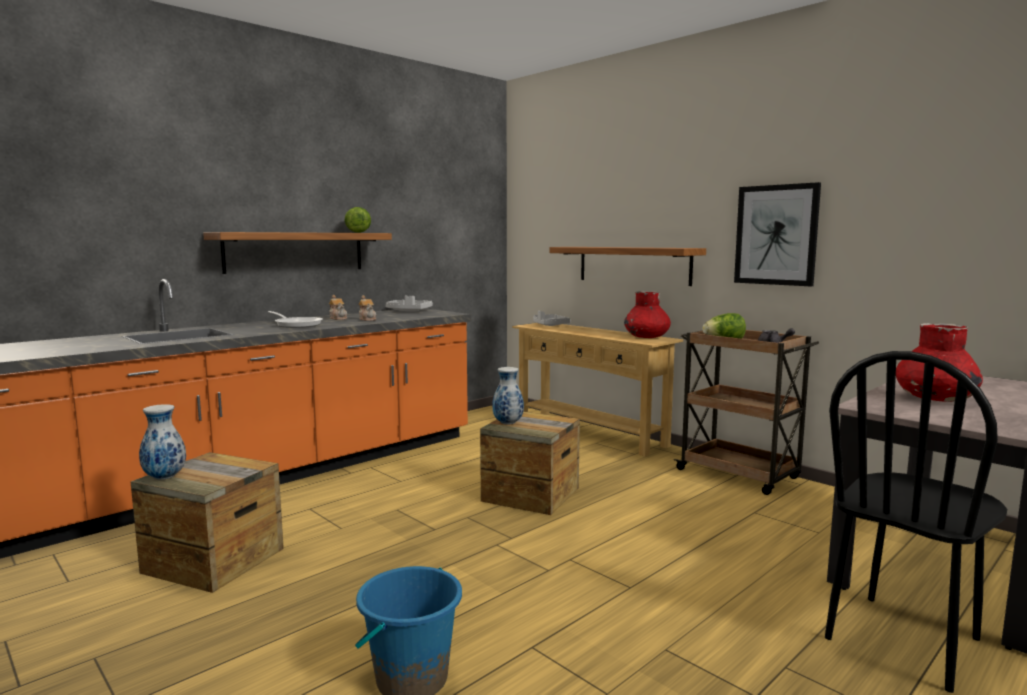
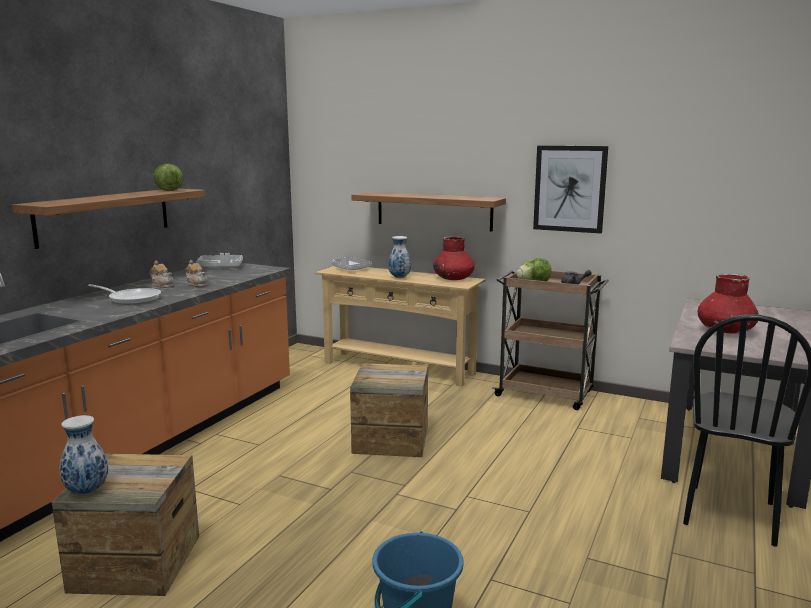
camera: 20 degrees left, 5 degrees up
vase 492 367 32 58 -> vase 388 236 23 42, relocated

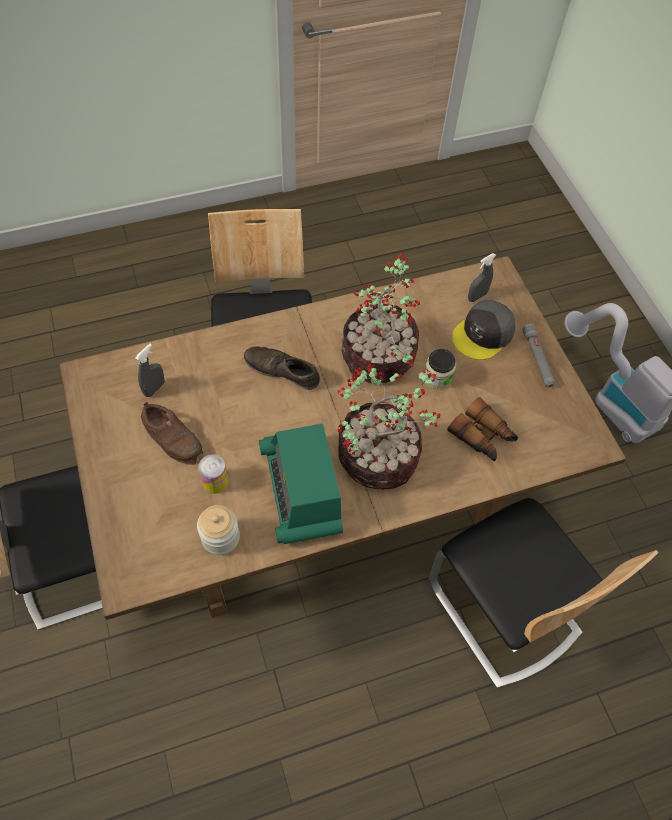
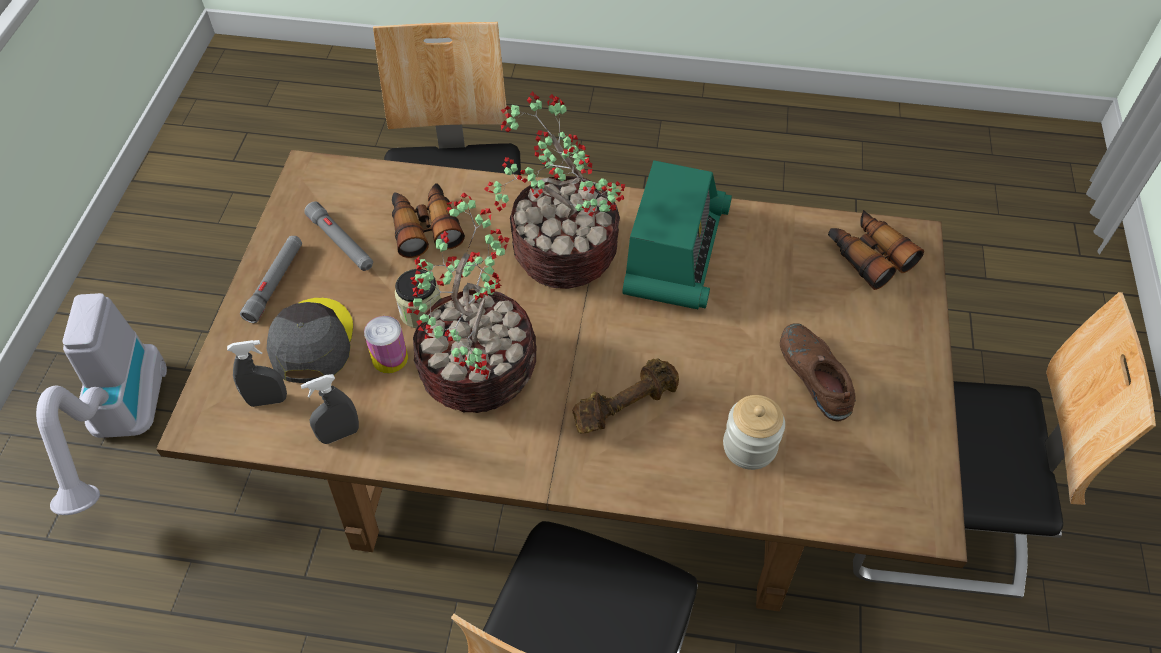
camera: 150 degrees left, 5 degrees down
none -> grey hand torch 304 201 69 70
none -> pair of binoculars 828 210 96 80
grey hand sprayer 135 343 30 54 -> grey hand sprayer 301 374 58 70, relocated
preserve jar 197 505 43 50 -> preserve jar 723 395 62 75, relocated
metal can 198 454 30 40 -> metal can 364 316 44 57, relocated
brownish item of footwear 244 346 76 44 -> brownish hand weight 572 358 107 76
grey peaked cap 452 300 63 60 -> grey peaked cap 267 298 86 85, 75 degrees counterclockwise

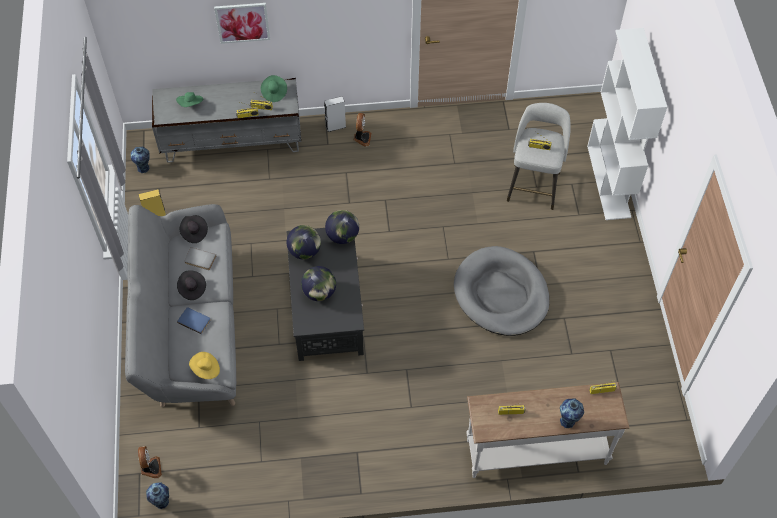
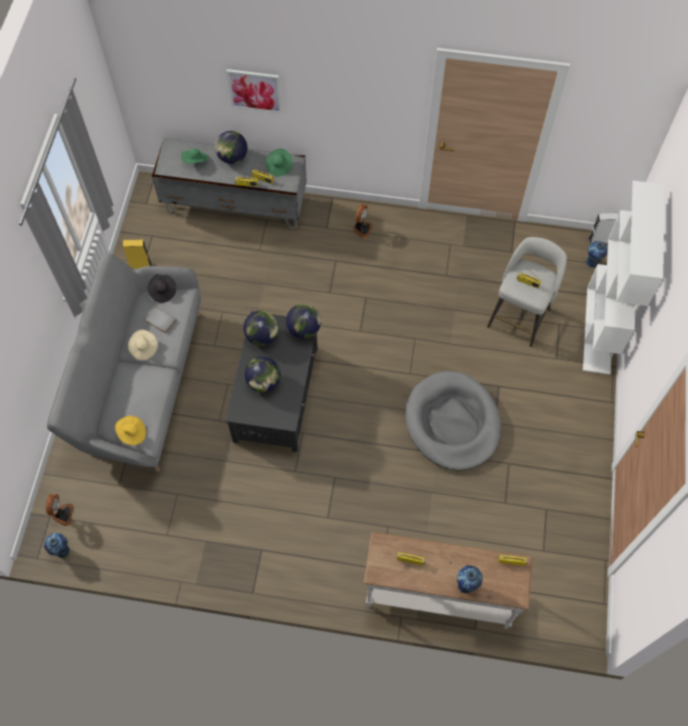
camera: 15 degrees right, 5 degrees up
blue-coloured volume 177 307 34 27 -> none
none -> desk globe 215 131 32 33
vase 131 147 19 26 -> vase 586 241 22 26, relocated
grey speaker 324 96 22 36 -> grey speaker 588 213 30 31, relocated
black-coloured clothing hat 177 270 29 30 -> beige clothing hat 128 330 30 30

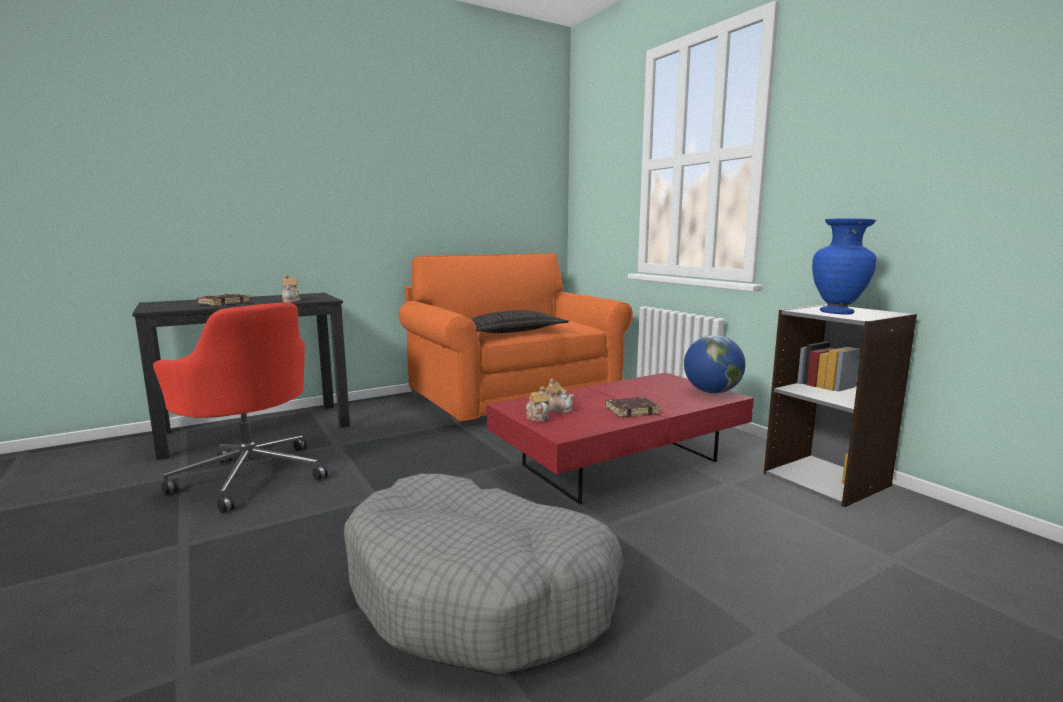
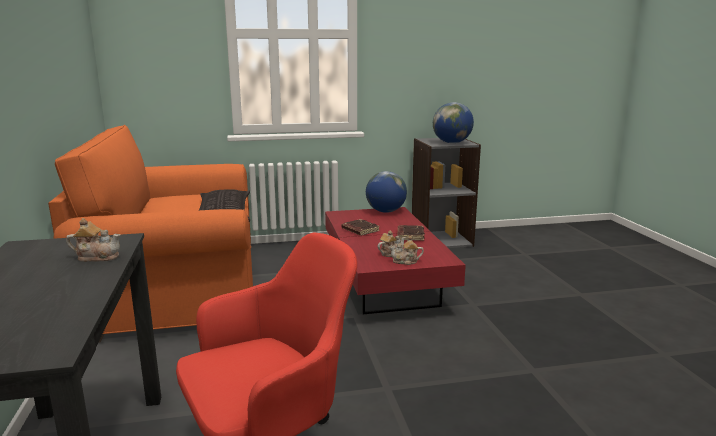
camera: 70 degrees left, 5 degrees up
grey pet bed 344 474 279 200 -> none
brownish volume 197 294 53 12 -> brownish volume 341 219 39 17, relocated
blue-coloured vase 812 218 65 97 -> desk globe 433 102 41 41

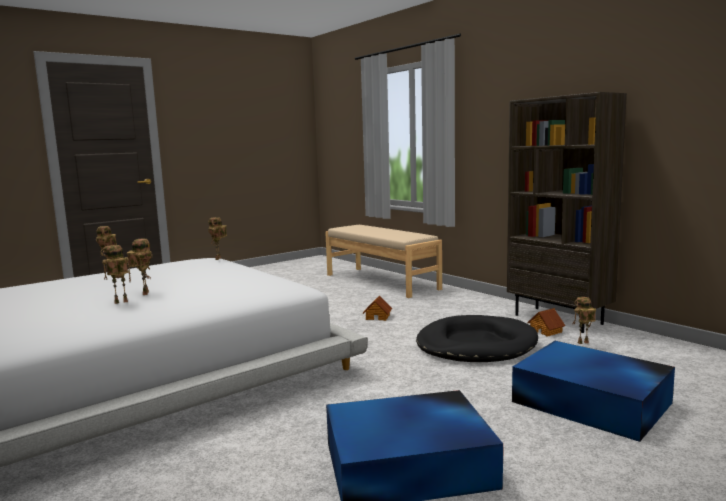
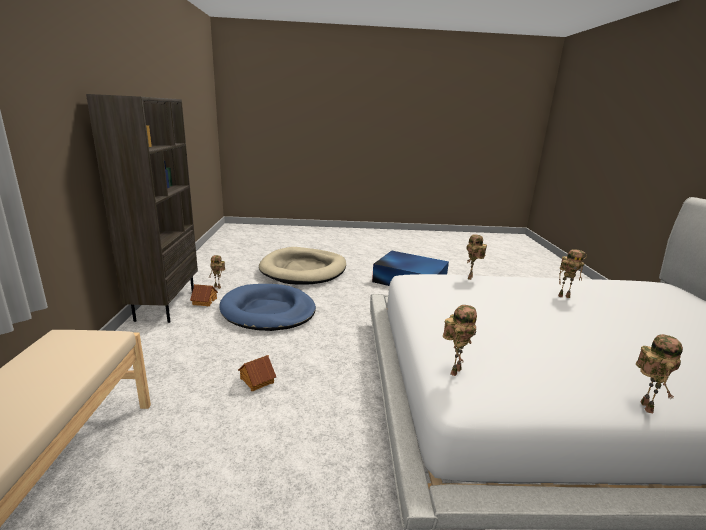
camera: 145 degrees left, 10 degrees up
robot figure 127 239 25 56 -> robot figure 466 234 21 46, relocated
blue-coloured storage bin 512 341 163 101 -> beige pet bed 259 247 87 38
black-coloured pet bed 416 315 122 47 -> blue-coloured pet bed 219 284 97 47

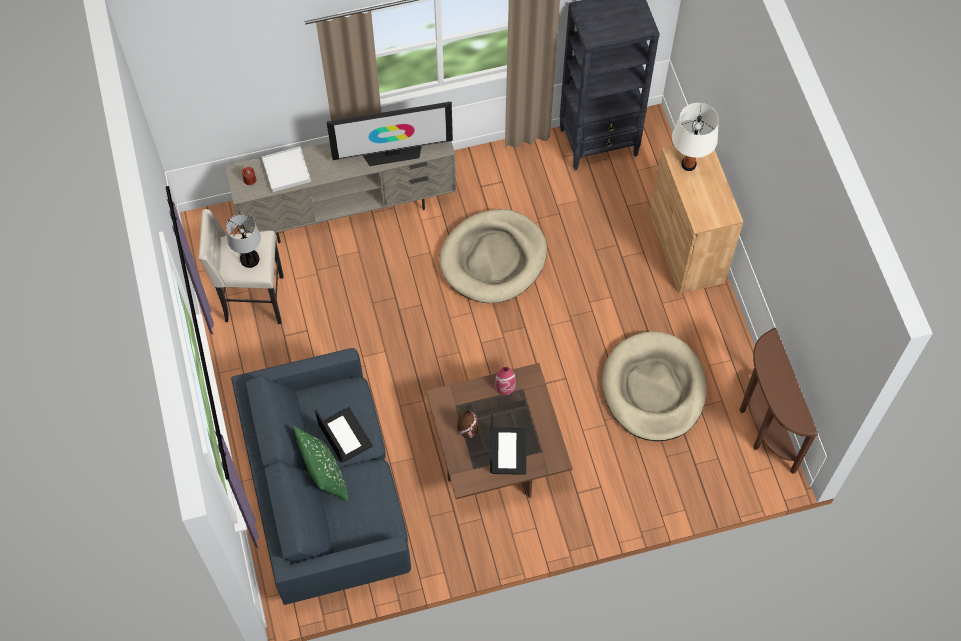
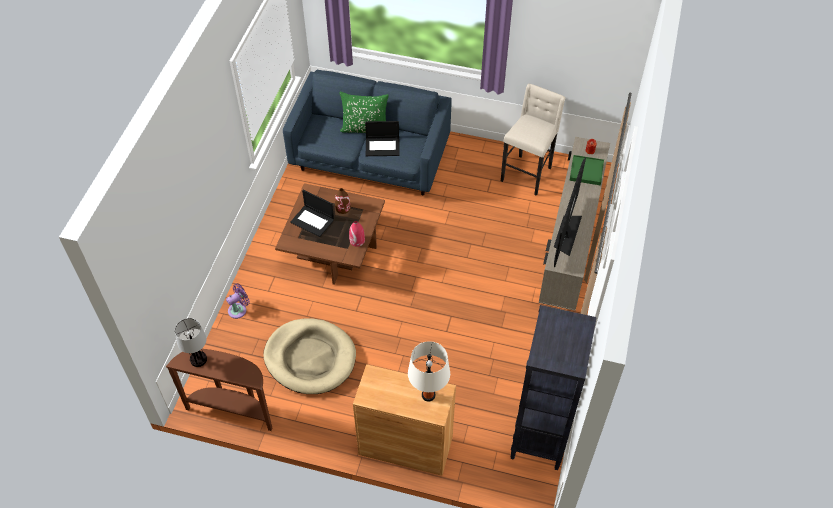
camera: 120 degrees right, 10 degrees down
beige pet bed 439 209 108 94 -> none
none -> purple-coloured cooling fan 226 283 24 36
lamp for a table 226 214 35 54 -> lamp for a table 175 318 32 49, relocated
whitish tray 262 146 49 46 -> greenish tray 569 155 35 30

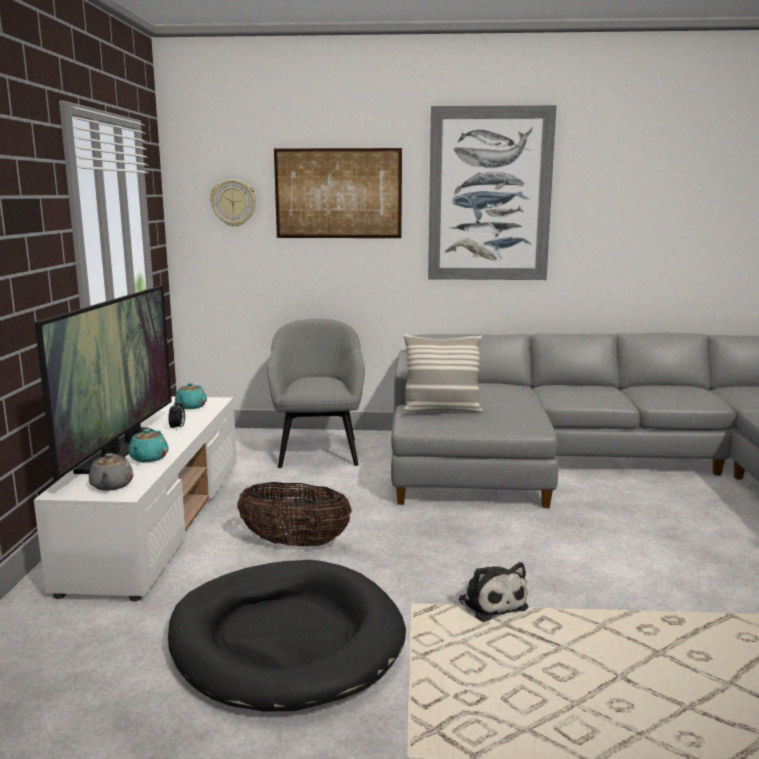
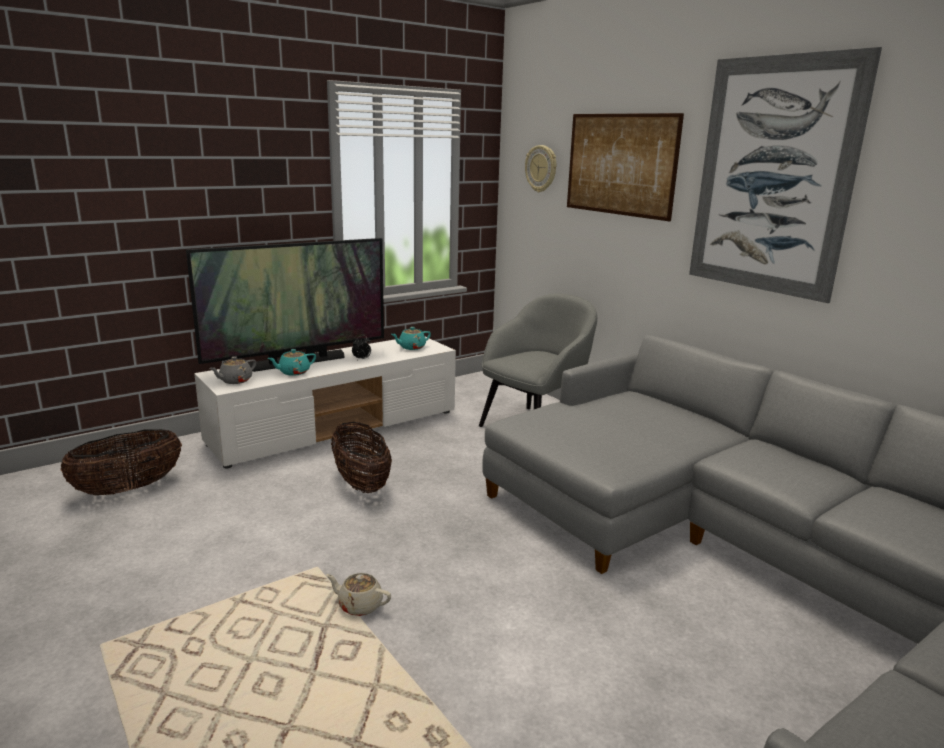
camera: 50 degrees right, 5 degrees up
black-coloured pet bed 168 560 238 152 -> none
cushion 402 334 81 80 -> none
none -> storage basket 60 429 122 66
soft toy 458 562 70 60 -> beige pot for tea 326 573 65 43

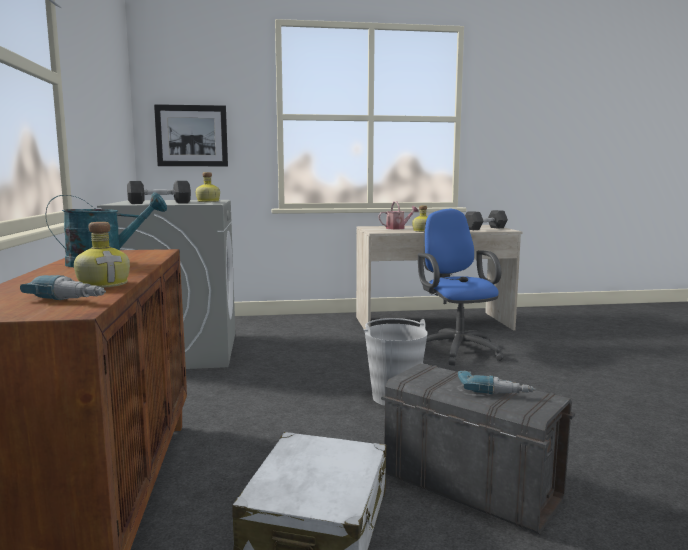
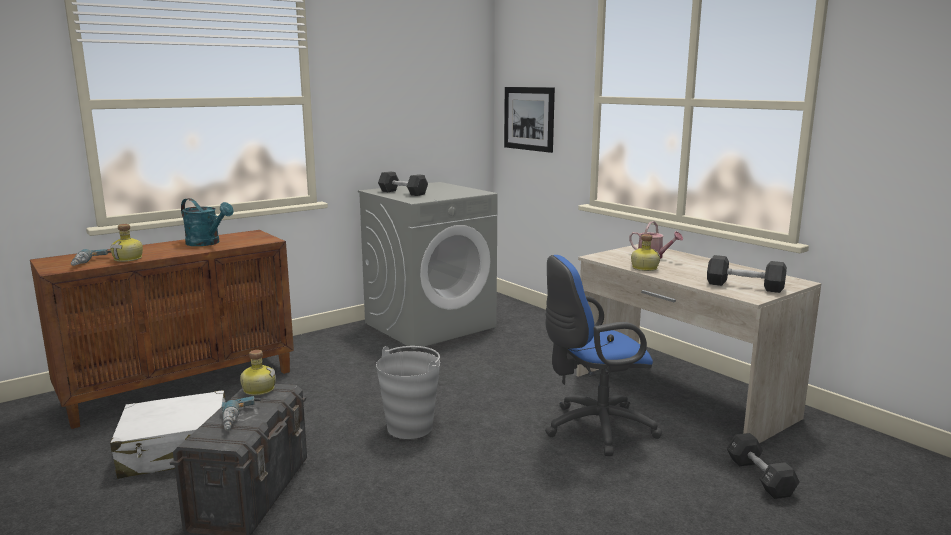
camera: 60 degrees right, 5 degrees up
none -> black-coloured hand weight 726 433 74 66
beverage bottle 196 172 24 30 -> beverage bottle 240 350 36 45, relocated
blue-coloured office chair 418 209 87 157 -> blue-coloured office chair 545 255 117 201, 150 degrees counterclockwise

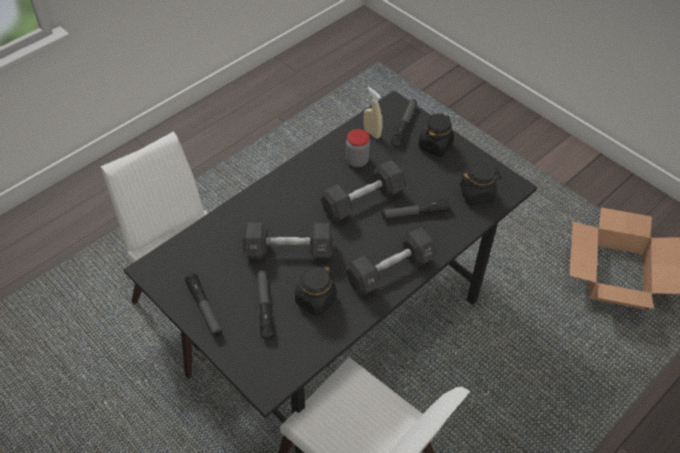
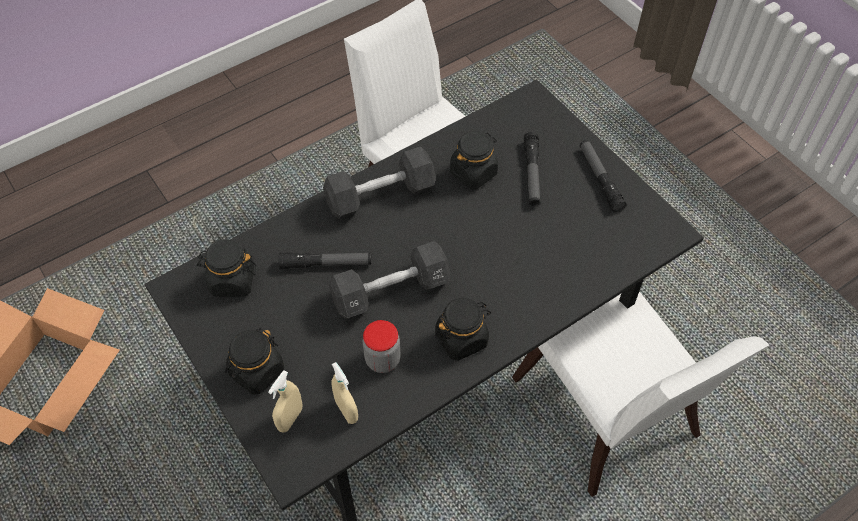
camera: 170 degrees left, 5 degrees up
black-coloured hand weight 243 223 90 36 -> none
none -> black-coloured preserve jar 435 298 56 63
hand torch 391 99 26 48 -> beige hand sprayer 268 370 34 62

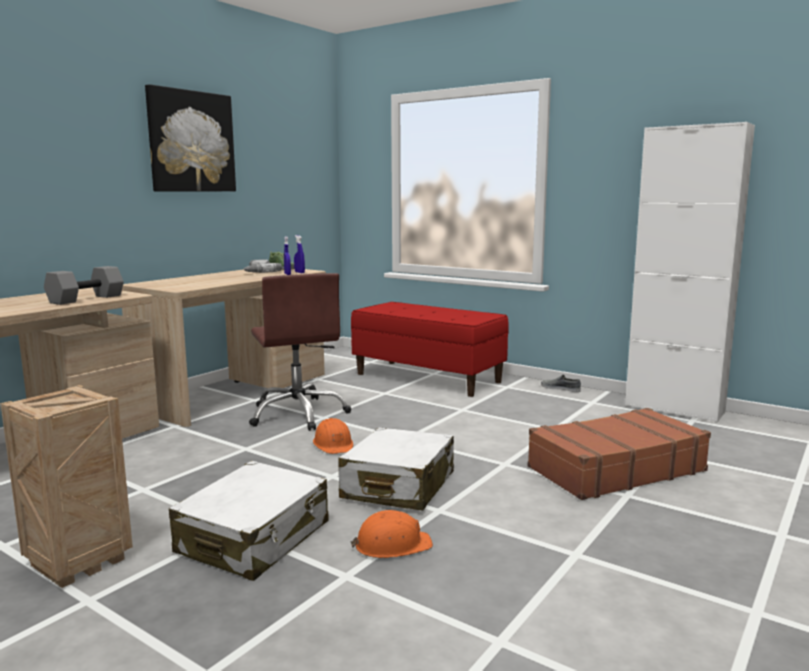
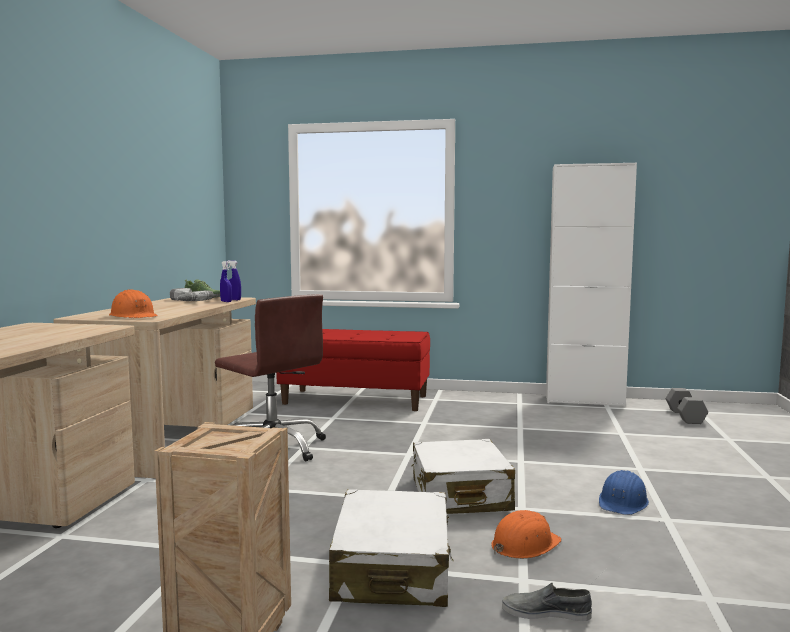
camera: 25 degrees left, 5 degrees down
picture 145 84 91 107 -> none
brownish travel case 528 408 183 92 -> none
none -> blue-coloured safety helmet 599 470 50 45
grey hand weight 44 266 80 39 -> grey hand weight 666 388 42 36, relocated
orange-coloured safety helmet 313 418 40 36 -> orange-coloured safety helmet 109 289 49 29, relocated
grey item of footwear 541 375 40 17 -> grey item of footwear 502 583 90 38, relocated

